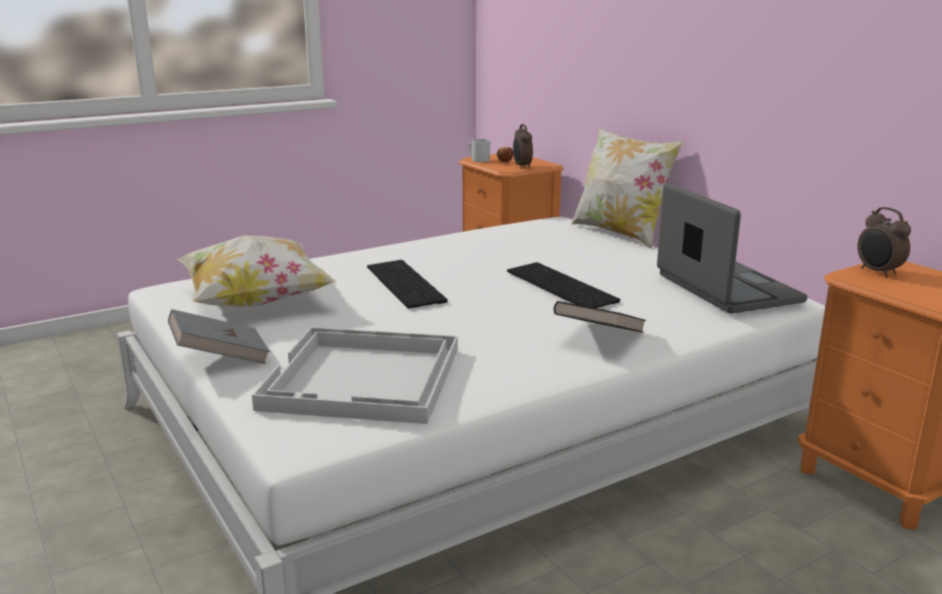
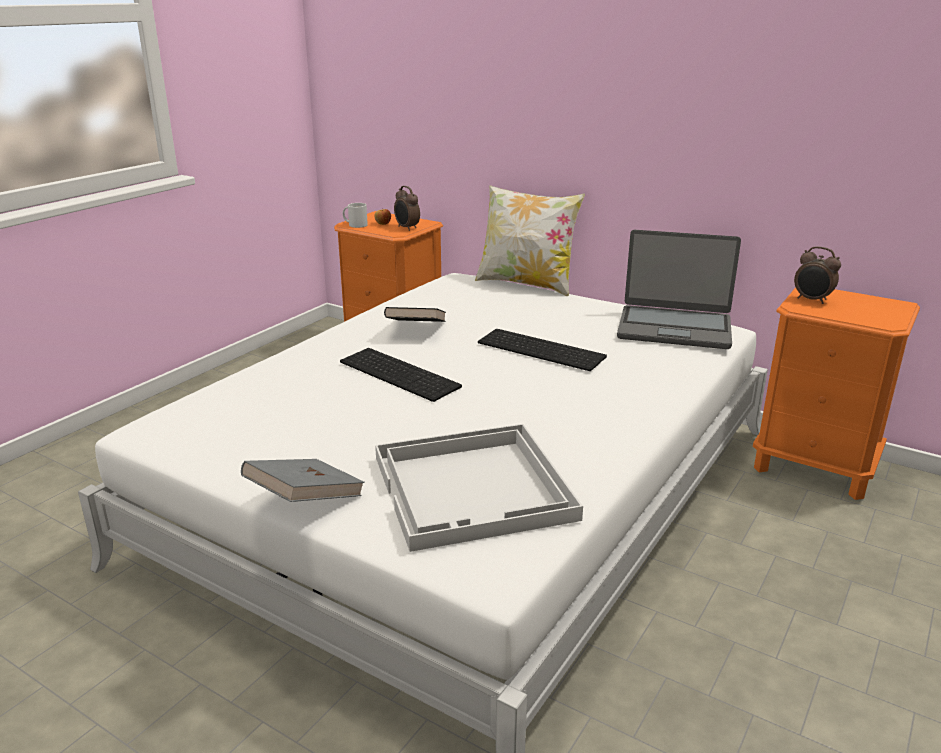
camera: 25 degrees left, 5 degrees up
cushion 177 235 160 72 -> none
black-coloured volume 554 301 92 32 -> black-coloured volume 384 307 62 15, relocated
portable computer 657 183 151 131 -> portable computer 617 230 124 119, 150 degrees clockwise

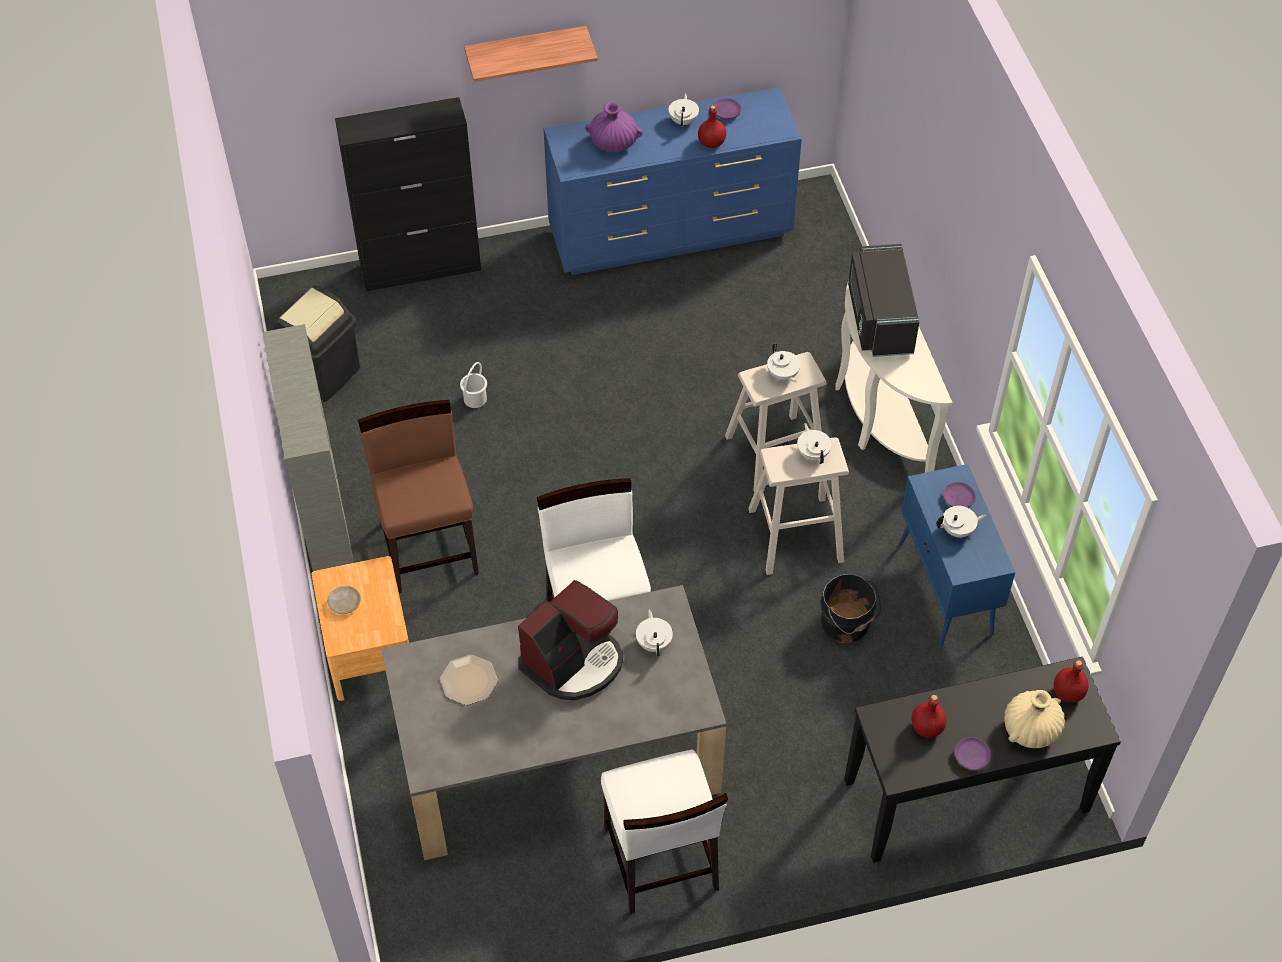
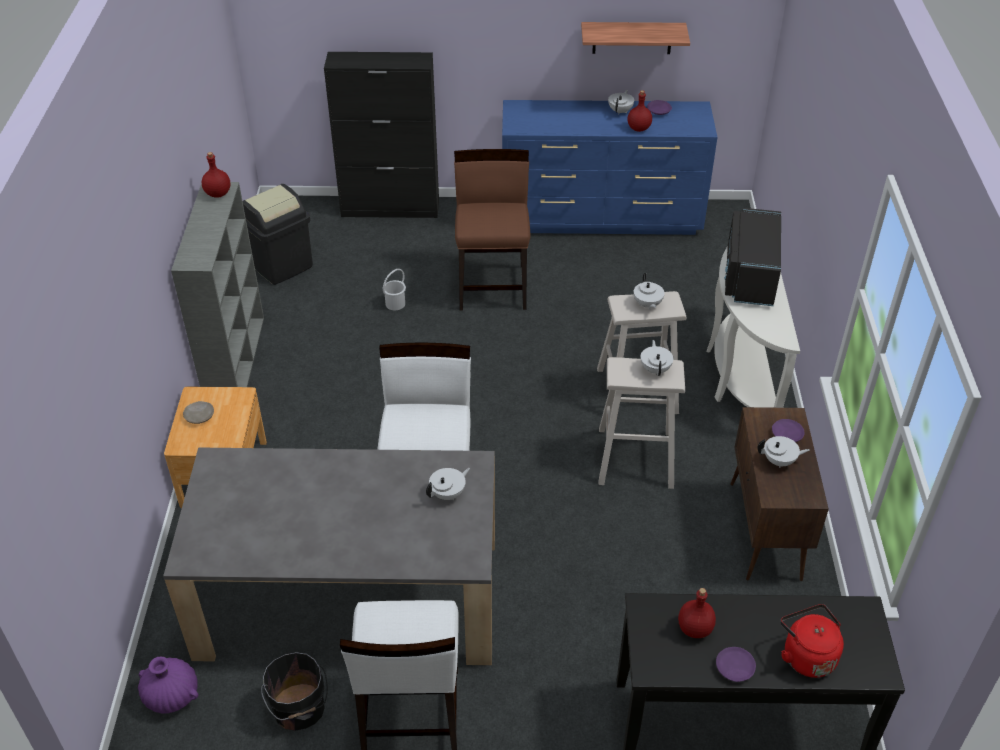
camera: 15 degrees right, 10 degrees down
dinner plate 440 655 58 50 -> none
coffee brewer 518 580 105 120 -> none
brownish chair 358 400 121 193 -> brownish chair 454 149 76 162, relocated
shelf 464 26 134 56 -> shelf 581 22 109 32, relocated
purple-coloured vase 585 102 58 50 -> purple-coloured vase 138 657 61 57, relocated
black-coloured pail 820 574 61 69 -> black-coloured pail 261 652 67 79, relocated
red beverage bottle 1054 660 35 43 -> red beverage bottle 202 152 28 46, relocated
beige vase 1004 690 61 58 -> red water kettle 780 604 64 74
blue-coloured cabinet 899 464 117 183 -> brownish cabinet 730 407 99 174
whitish pot for tea 636 609 37 48 -> whitish pot for tea 426 468 44 32, 45 degrees clockwise

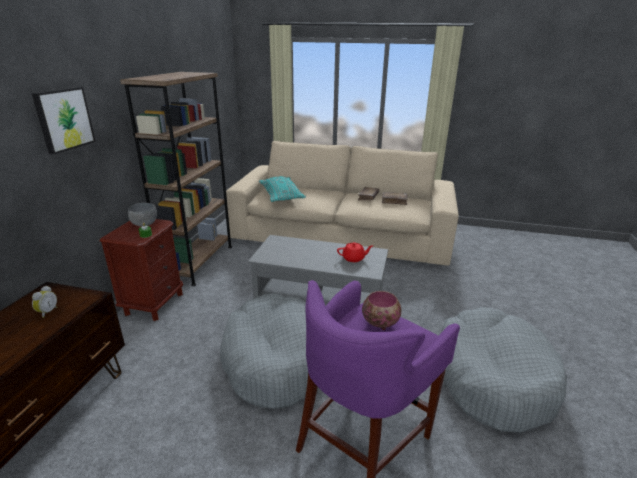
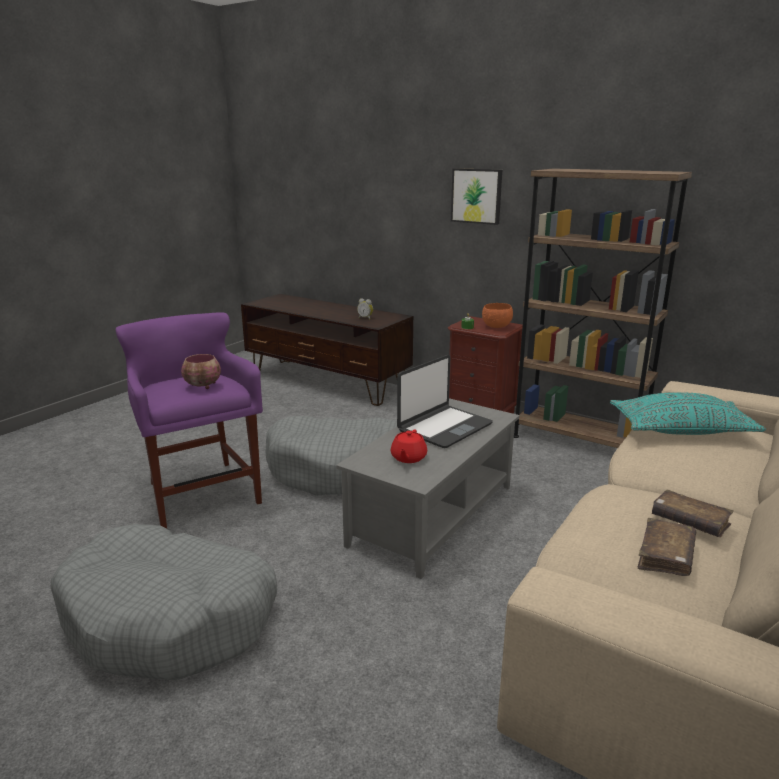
camera: 110 degrees right, 5 degrees down
none -> portable computer 397 355 96 93
grey bowl 128 203 29 23 -> orange-coloured bowl 482 303 31 25

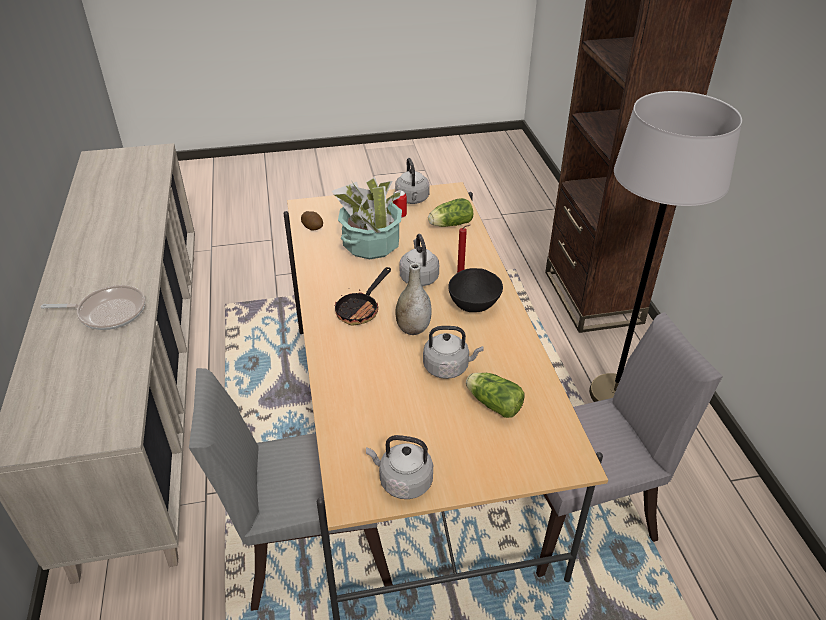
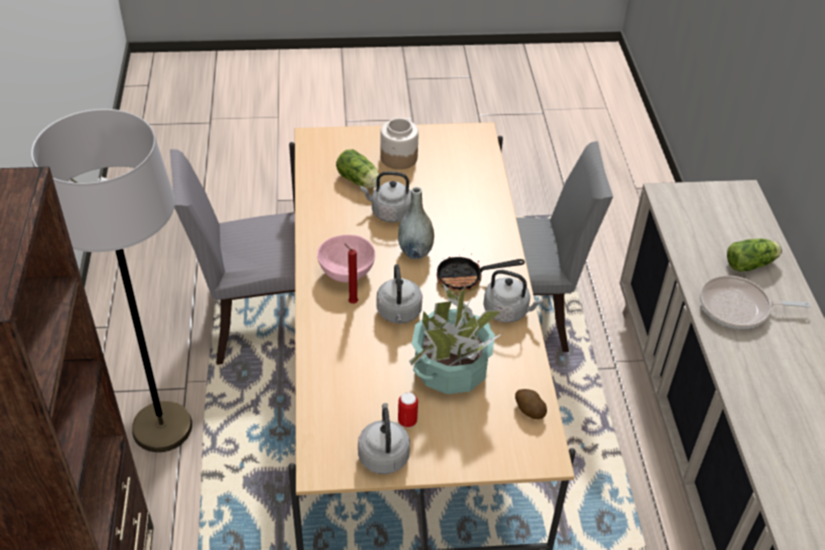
camera: 175 degrees left, 5 degrees up
none -> preserve jar 380 118 39 52
grey water kettle 366 435 67 64 -> grey water kettle 483 270 60 53, relocated
lettuce head 428 198 45 29 -> lettuce head 727 239 55 33, relocated
black-coloured bowl 448 268 55 44 -> pink bowl 317 235 58 47
pan 334 267 57 58 -> pan 437 255 88 38, 135 degrees counterclockwise

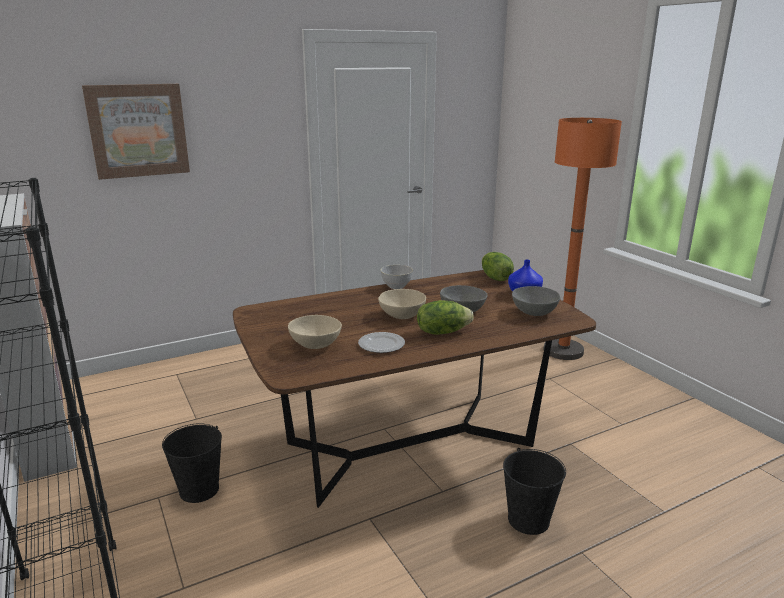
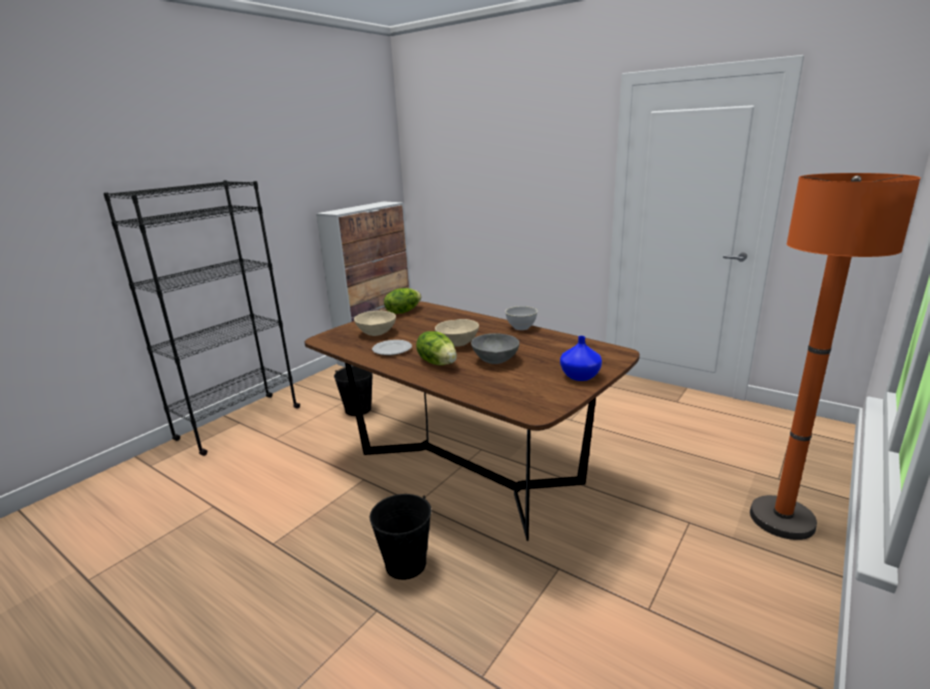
camera: 65 degrees right, 0 degrees up
picture 82 84 108 96 -> none
grey bowl 512 286 48 30 -> none
lettuce head 482 252 32 29 -> lettuce head 384 288 38 26, relocated

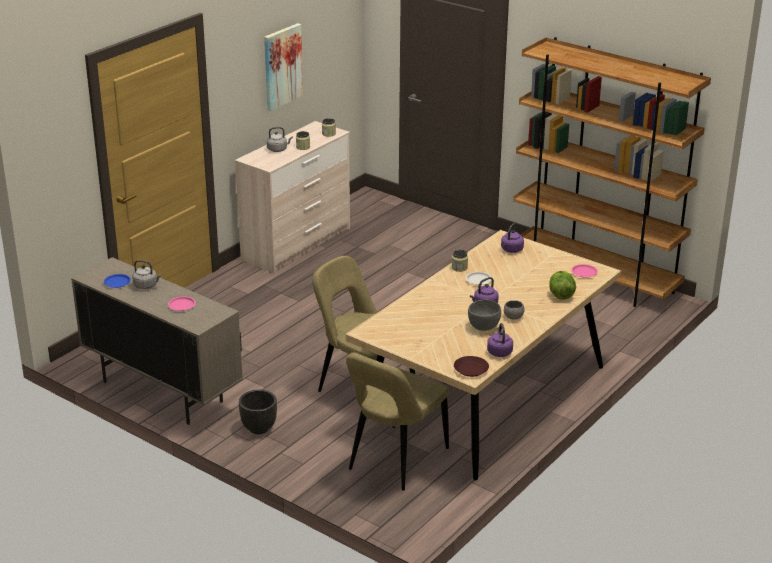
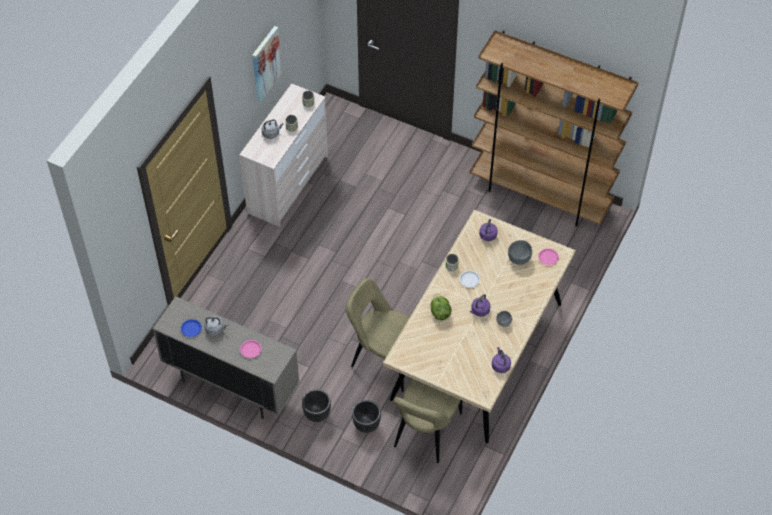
camera: 10 degrees left, 25 degrees up
brownish dinner plate 454 356 35 21 -> none
none -> black-coloured flower pot 352 400 29 33
grey bowl 468 300 33 31 -> grey bowl 508 240 24 25, relocated
lettuce head 549 271 27 29 -> lettuce head 431 294 21 26, relocated

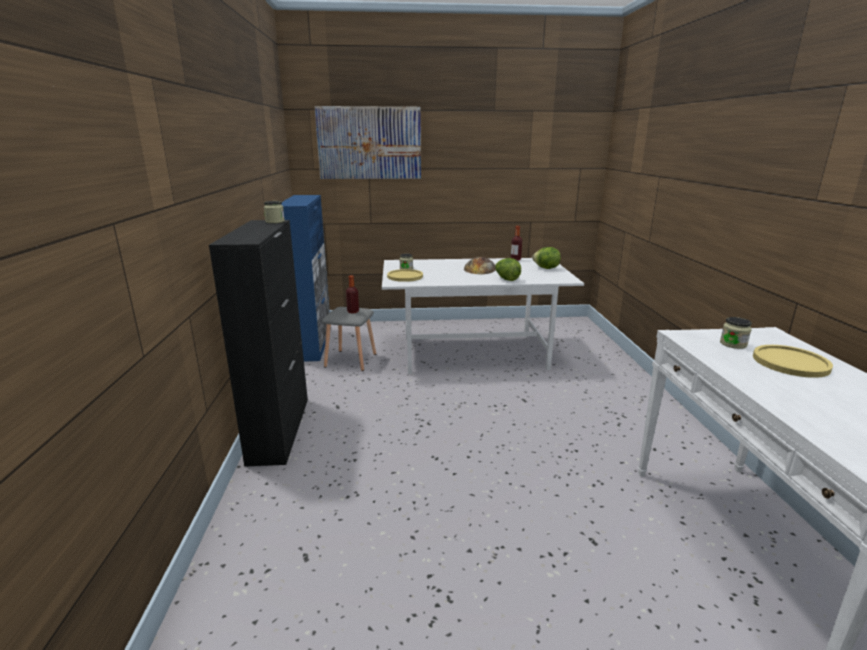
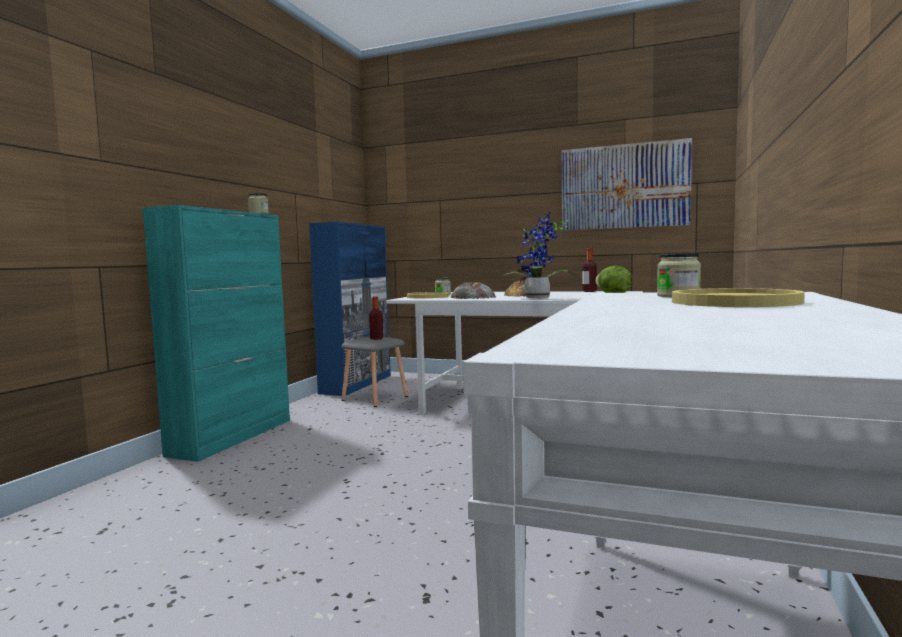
camera: 25 degrees right, 15 degrees down
none -> bread 451 282 45 17
picture 315 106 106 73 -> picture 562 138 130 93, relocated
lettuce head 495 258 26 23 -> houseplant 505 212 72 86
black-coloured cabinet 209 220 99 247 -> turquoise-coloured cabinet 143 205 147 257

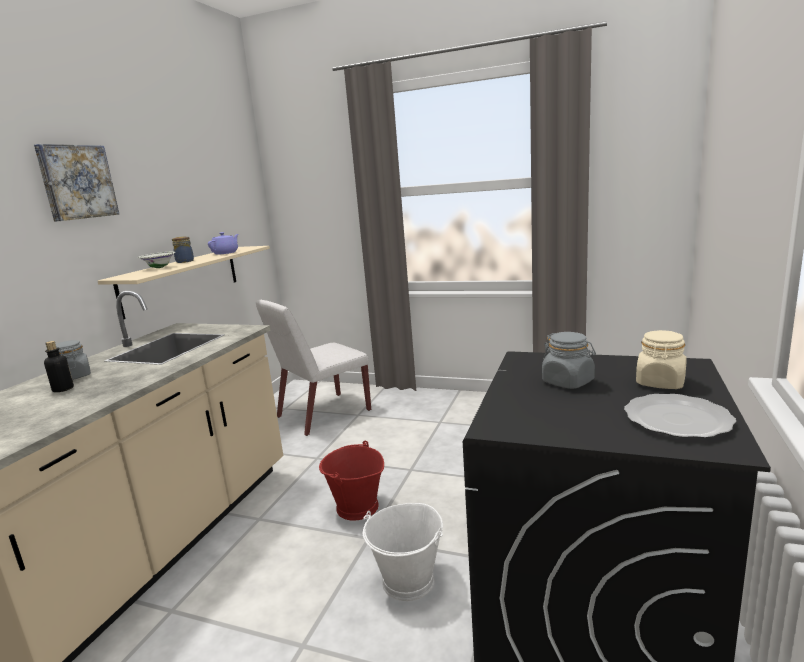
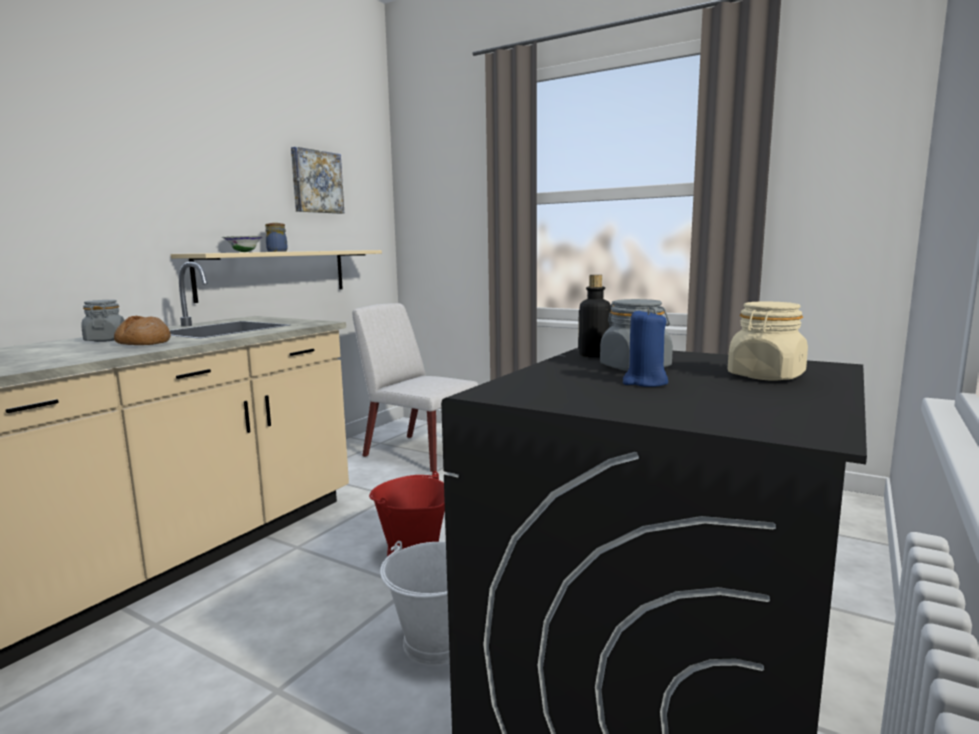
camera: 10 degrees right, 5 degrees down
purple-coloured pot for tea 208 232 30 22 -> none
dinner plate 624 394 112 44 -> none
none -> bread 114 316 57 29
none -> blue-coloured wax candle 623 308 45 79
picture 34 144 85 78 -> picture 291 147 53 67, relocated
beverage bottle 44 341 30 51 -> beverage bottle 578 275 33 83, relocated
whitish chair 256 300 115 136 -> whitish chair 352 303 127 170, 60 degrees clockwise

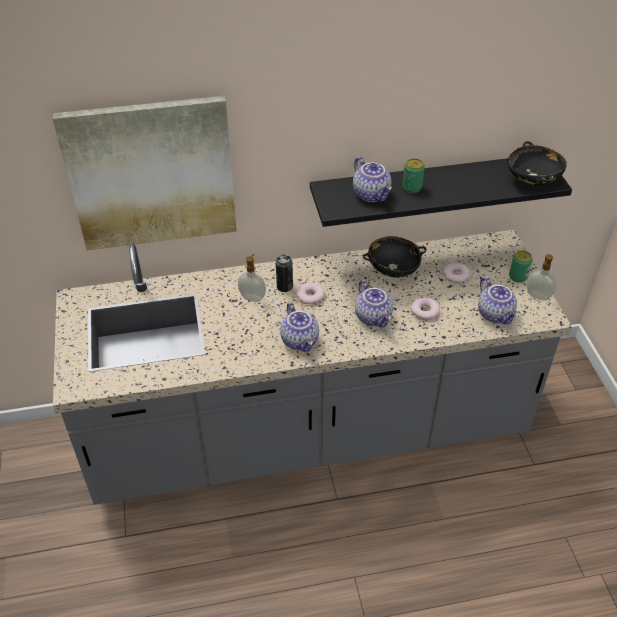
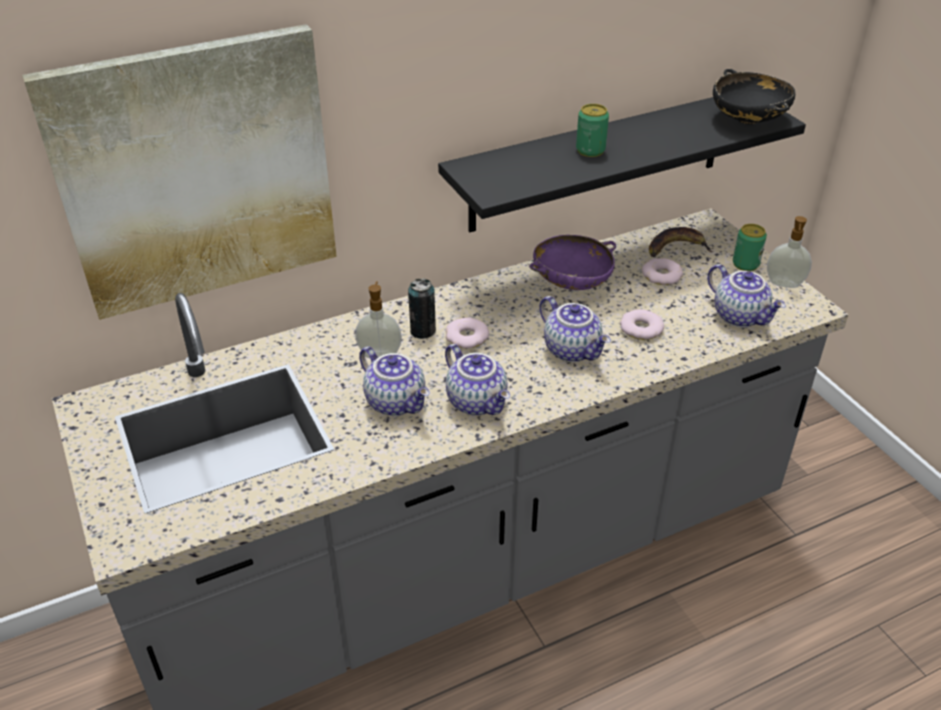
camera: 15 degrees left, 5 degrees down
none -> whole banana 649 227 63 30
pot for tea 353 157 39 45 -> pot for tea 359 347 71 69, relocated
black-coloured bowl 363 236 64 42 -> purple-coloured bowl 529 235 87 55

